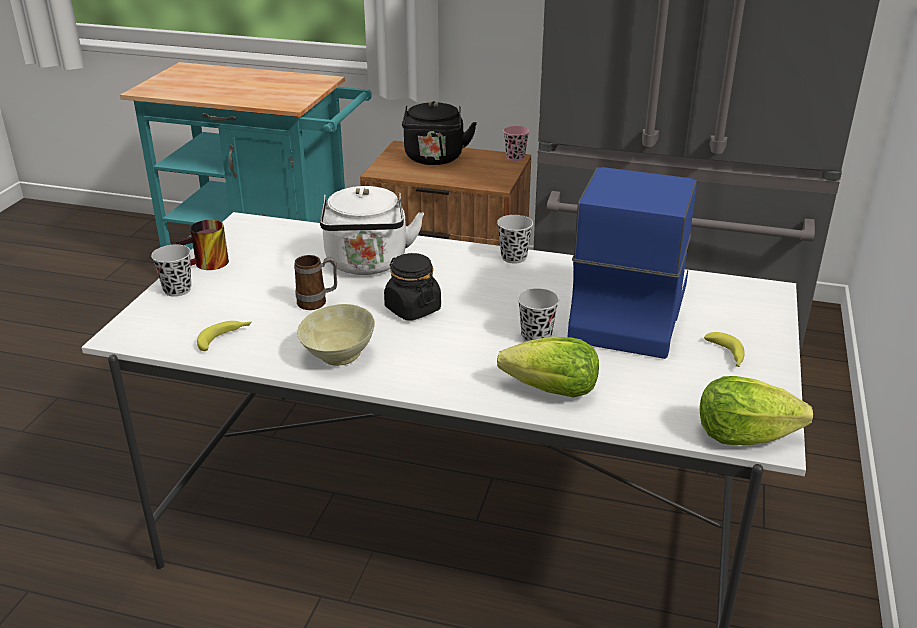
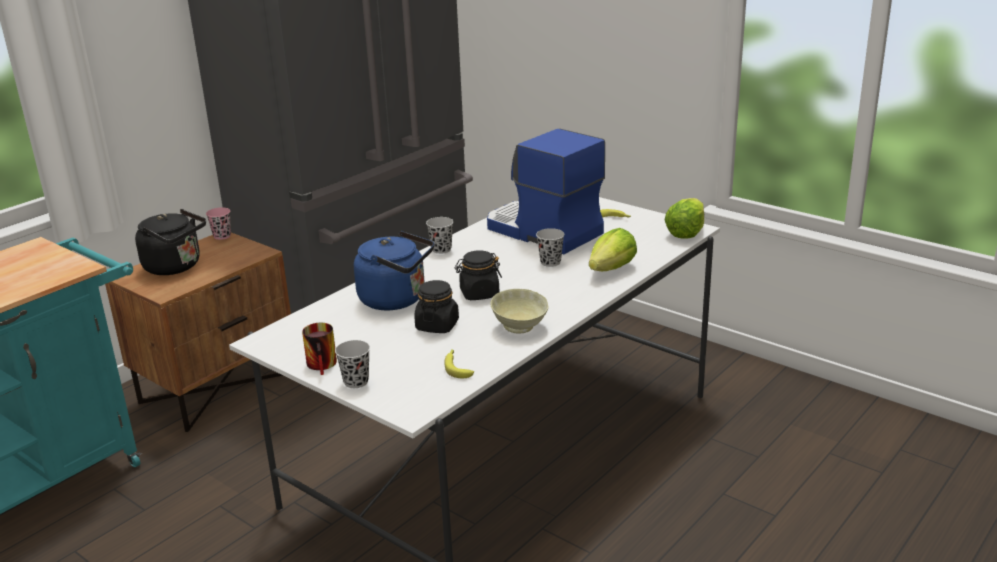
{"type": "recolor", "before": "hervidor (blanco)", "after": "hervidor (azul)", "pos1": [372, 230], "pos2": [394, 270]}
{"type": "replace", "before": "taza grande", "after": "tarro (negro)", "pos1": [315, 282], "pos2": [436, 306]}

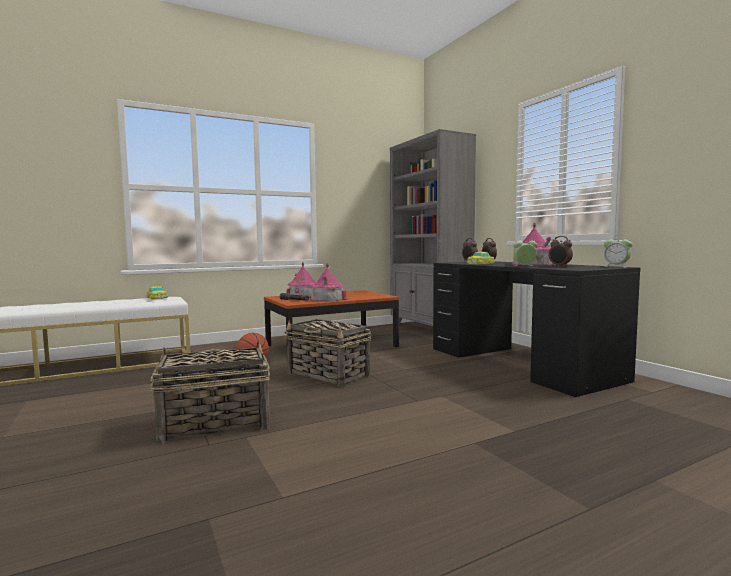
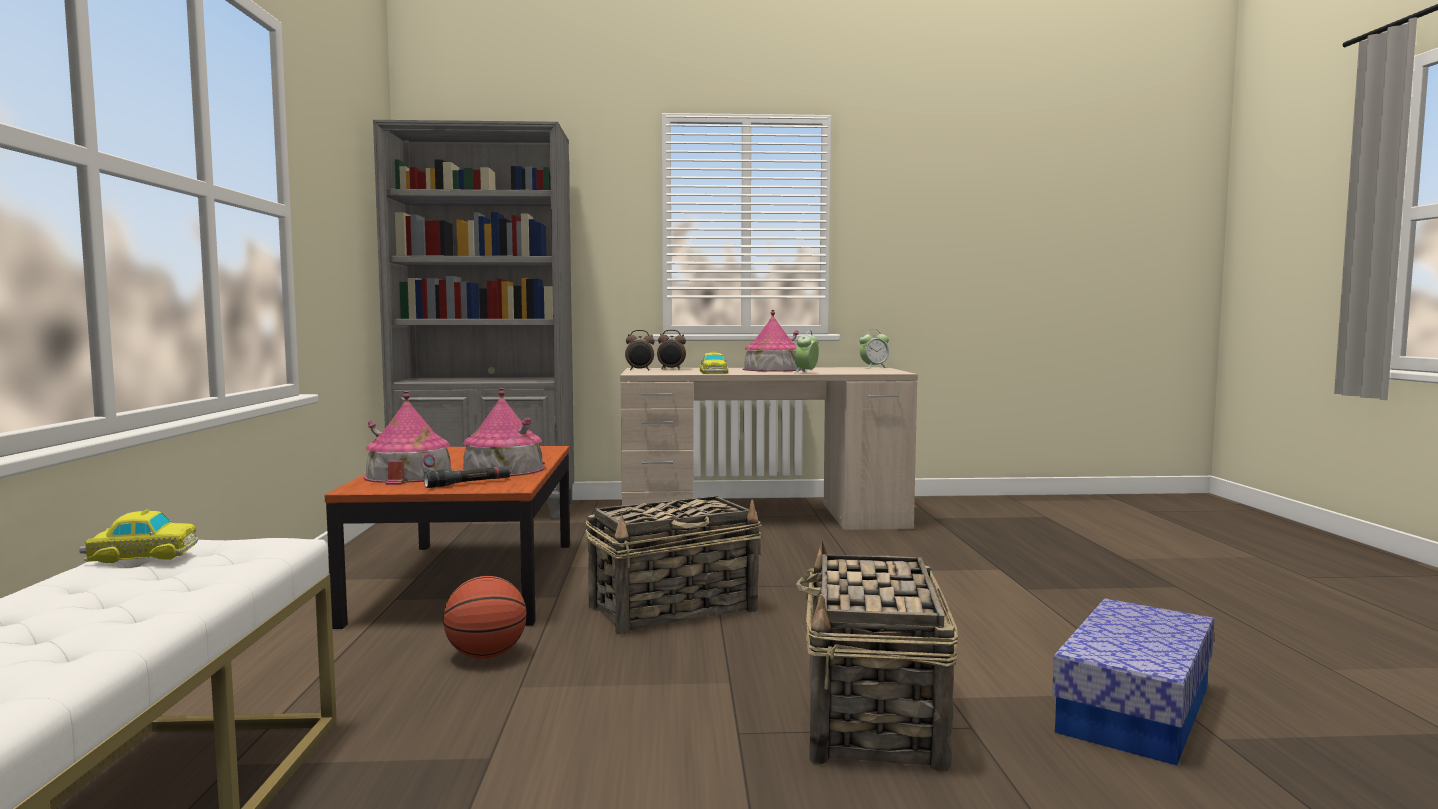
{"type": "recolor", "before": "escritorio (negro)", "after": "escritorio (beis)", "pos1": [536, 329], "pos2": [769, 448]}
{"type": "insert", "after": "caja de almacenaje", "pos2": [1133, 682]}
{"type": "delete", "before": "despertador", "pos1": [561, 251]}

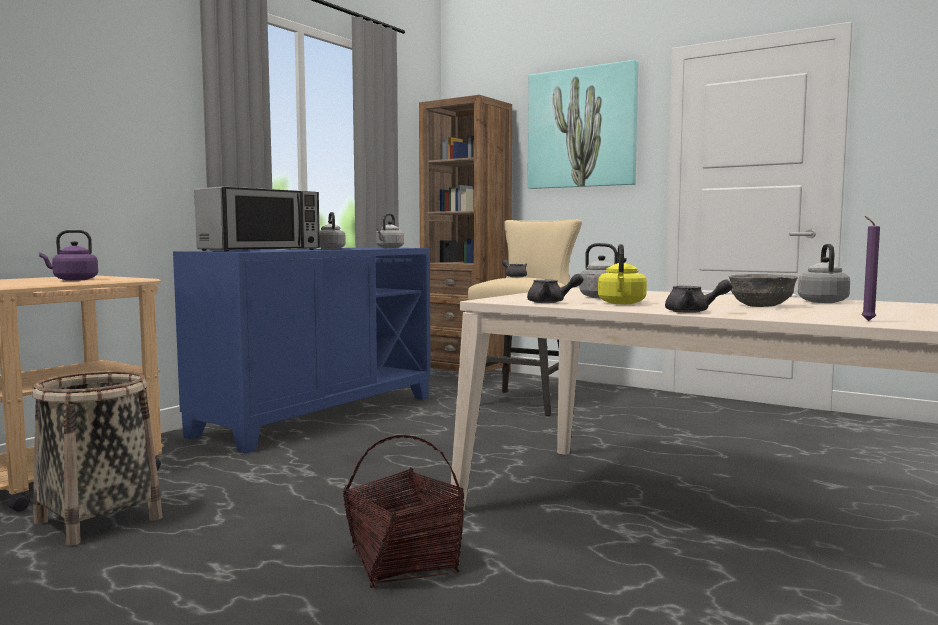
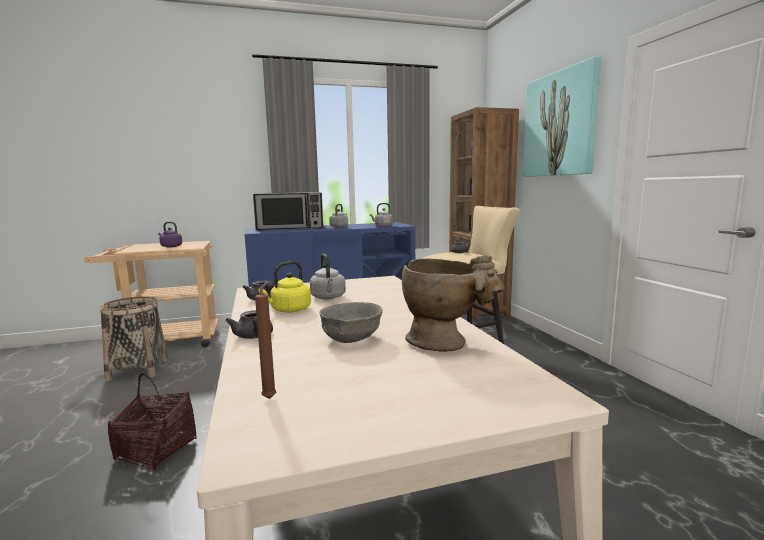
{"type": "recolor", "before": "vela (morado)", "after": "vela (marrón)", "pos1": [871, 268], "pos2": [265, 340]}
{"type": "replace", "before": "hervidor (gris)", "after": "florero (beis)", "pos1": [824, 273], "pos2": [453, 303]}

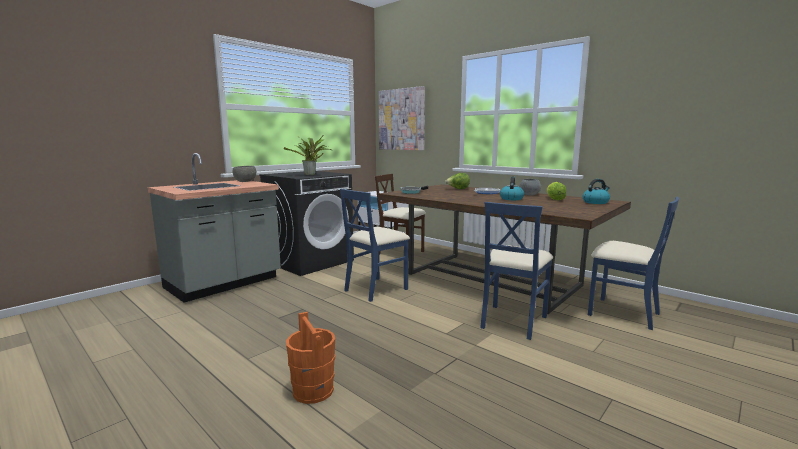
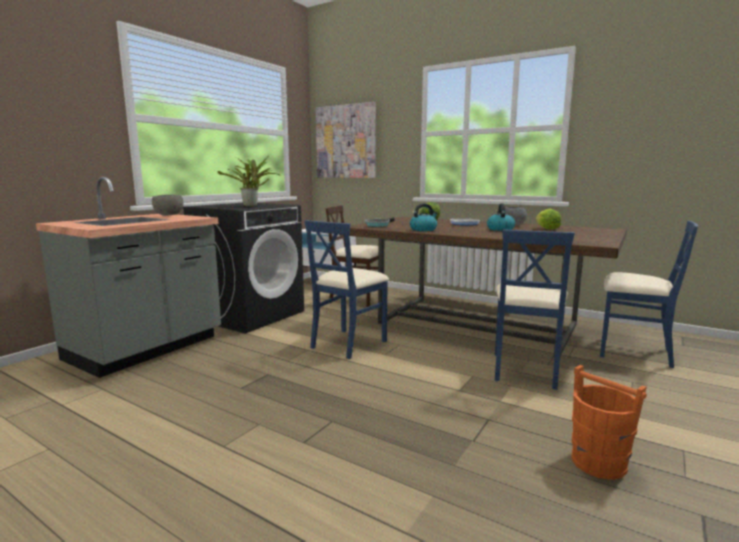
{"type": "move", "before": "hervidor", "pos1": [596, 191], "pos2": [424, 217]}
{"type": "move", "before": "cubo (naranja)", "pos1": [310, 358], "pos2": [609, 422]}

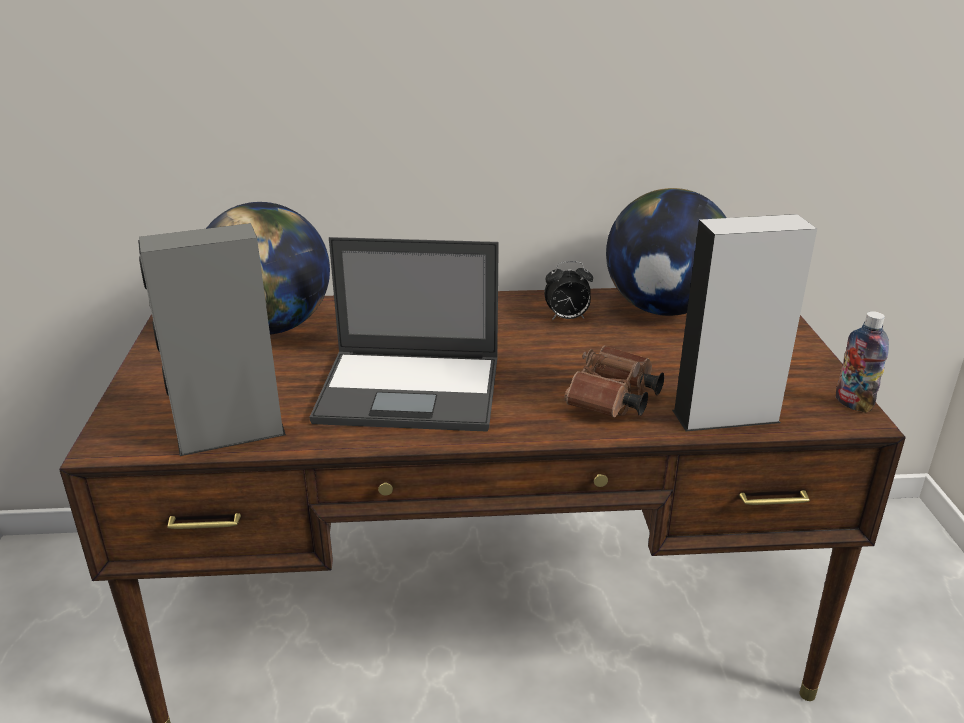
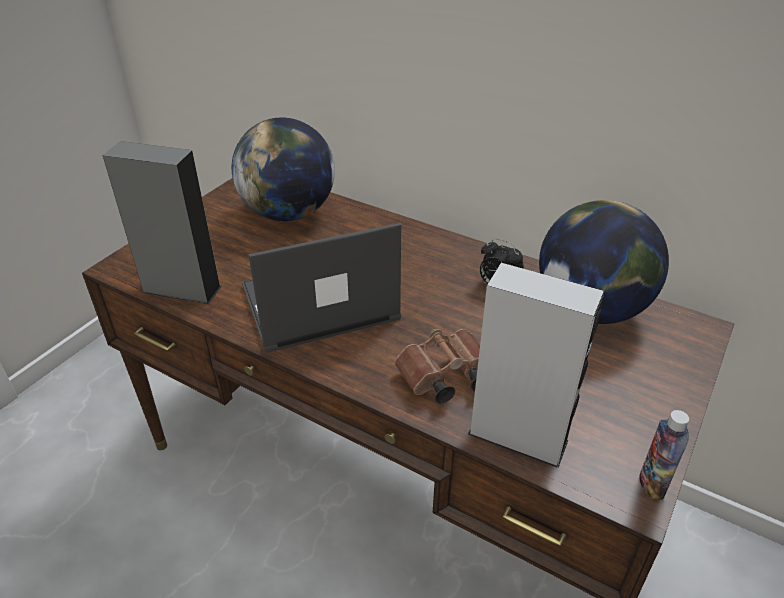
{"type": "rotate", "before": "portátil", "pos1": [404, 334], "pos2": [321, 288], "turn": 120}

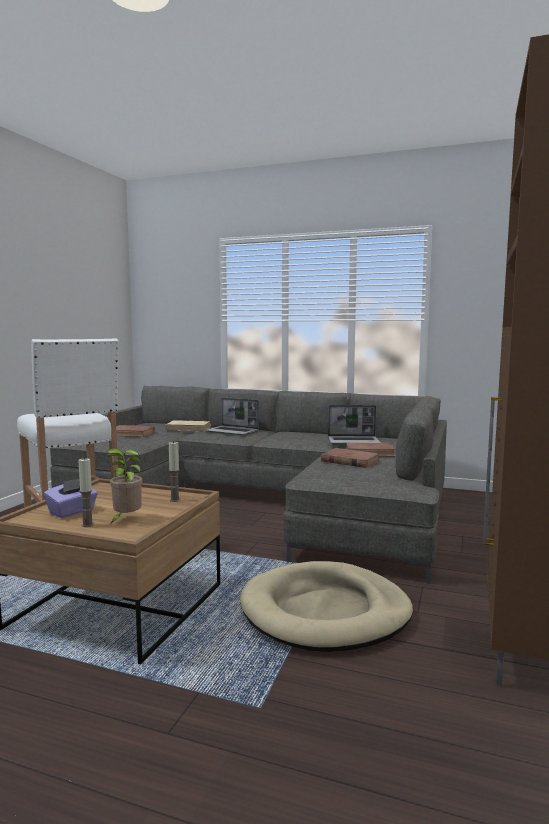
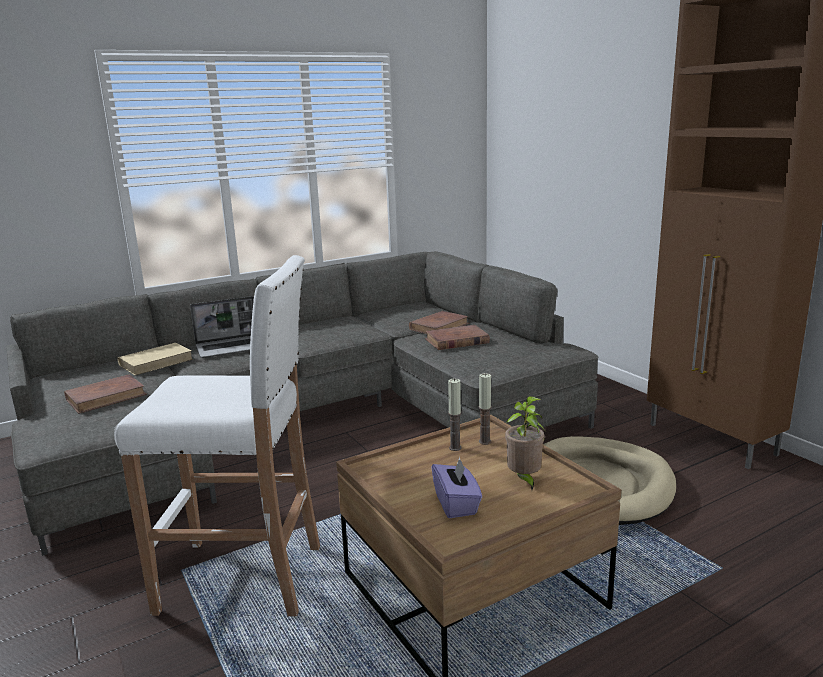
{"type": "move", "before": "vela", "pos1": [86, 492], "pos2": [455, 415]}
{"type": "delete", "before": "portátil", "pos1": [354, 424]}

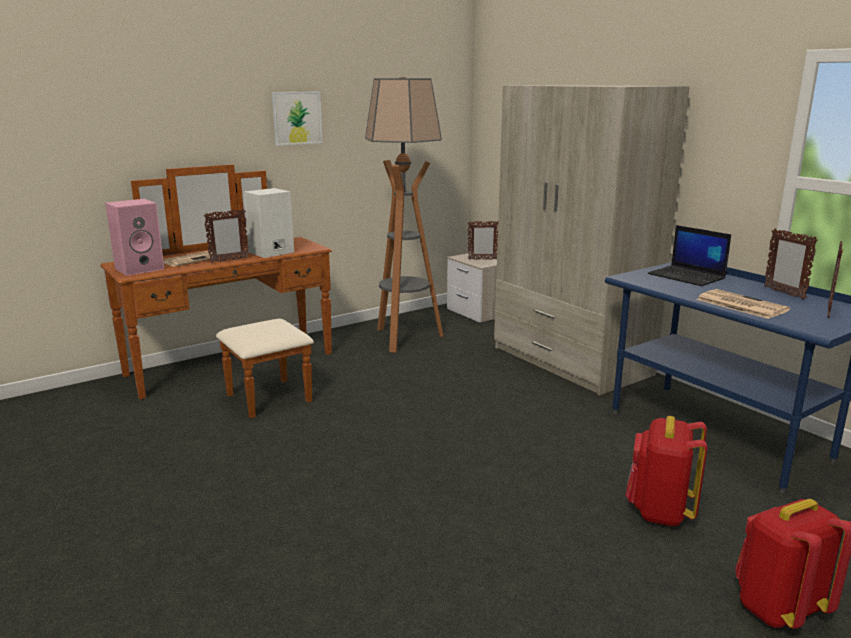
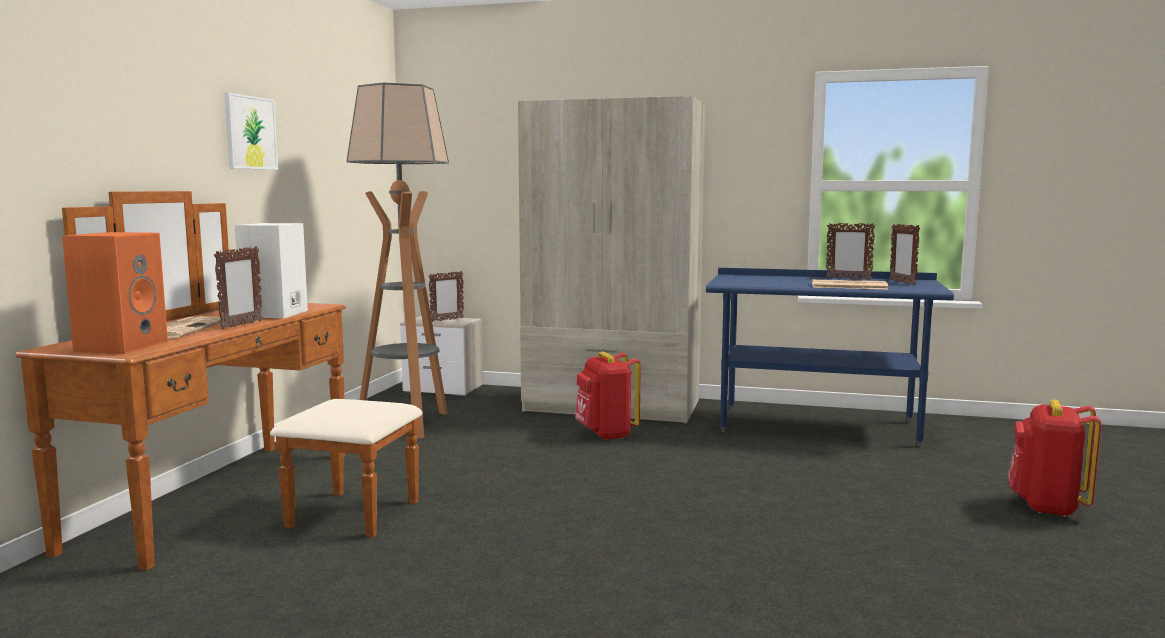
{"type": "recolor", "before": "altavoz (rosa)", "after": "altavoz (naranja)", "pos1": [134, 237], "pos2": [115, 293]}
{"type": "move", "before": "mochila (rojo)", "pos1": [666, 471], "pos2": [608, 396]}
{"type": "delete", "before": "portátil", "pos1": [689, 255]}

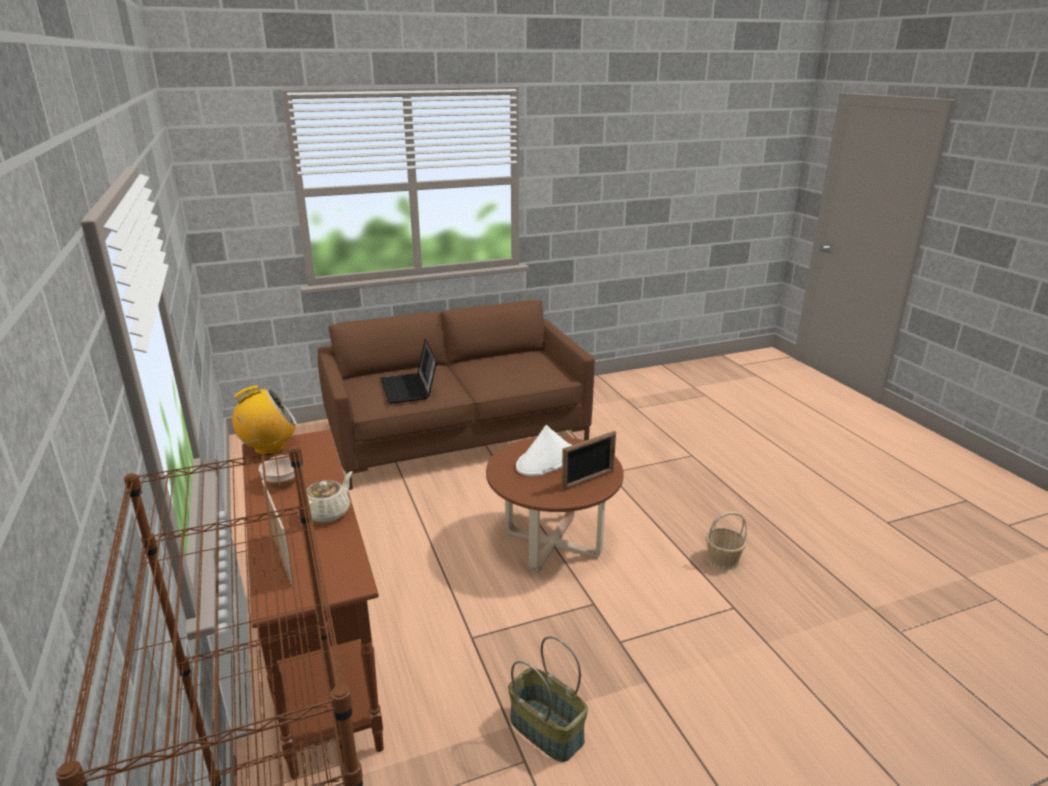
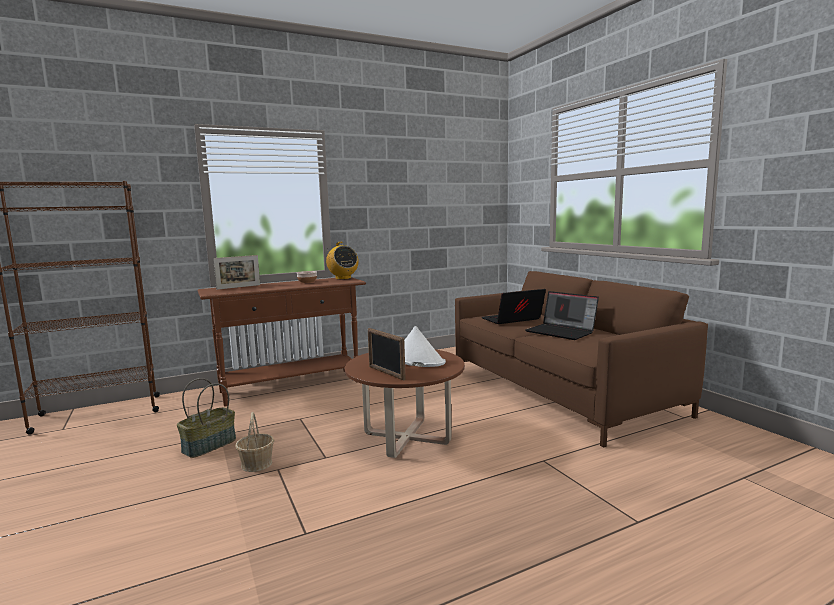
{"type": "move", "before": "cesta", "pos1": [726, 541], "pos2": [254, 442]}
{"type": "insert", "after": "portátil", "pos2": [562, 315]}
{"type": "delete", "before": "tetera (beis)", "pos1": [325, 497]}

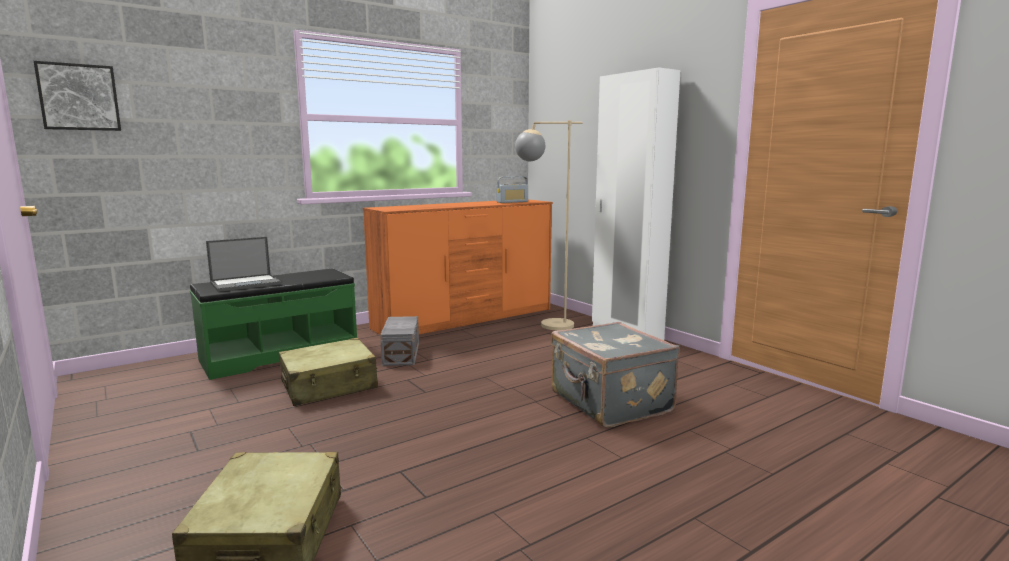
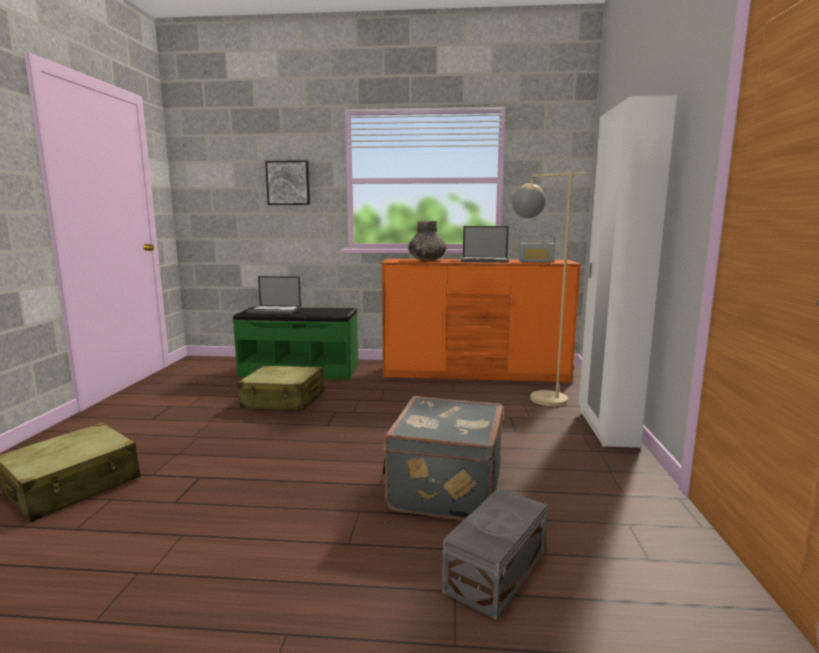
{"type": "move", "before": "cuadro", "pos1": [77, 96], "pos2": [287, 182]}
{"type": "insert", "after": "florero (gris)", "pos2": [427, 240]}
{"type": "move", "before": "caja de almacenaje (gris)", "pos1": [399, 341], "pos2": [494, 554]}
{"type": "insert", "after": "portátil", "pos2": [485, 244]}

